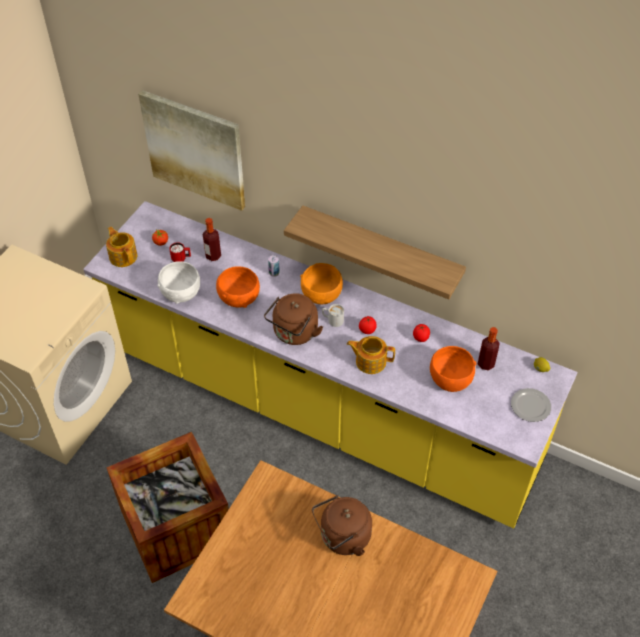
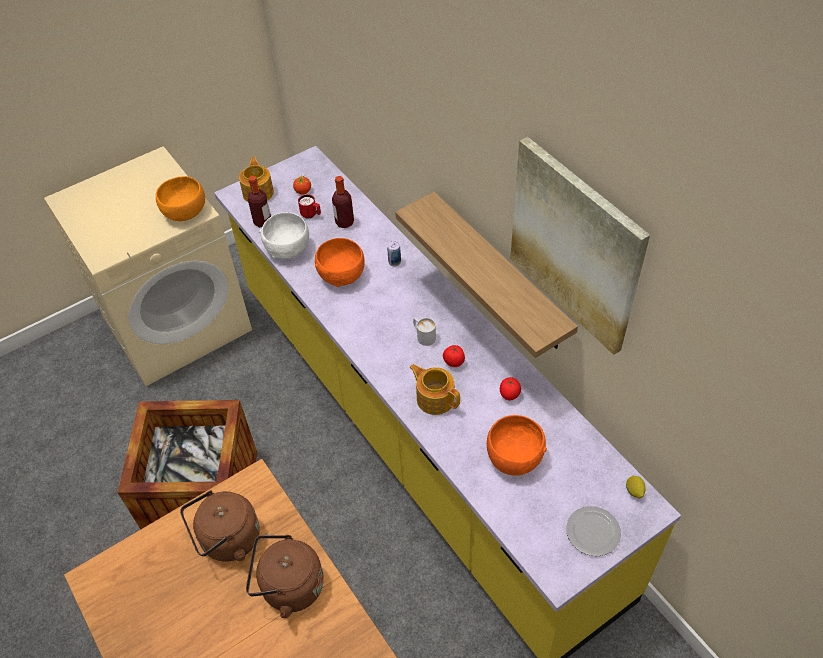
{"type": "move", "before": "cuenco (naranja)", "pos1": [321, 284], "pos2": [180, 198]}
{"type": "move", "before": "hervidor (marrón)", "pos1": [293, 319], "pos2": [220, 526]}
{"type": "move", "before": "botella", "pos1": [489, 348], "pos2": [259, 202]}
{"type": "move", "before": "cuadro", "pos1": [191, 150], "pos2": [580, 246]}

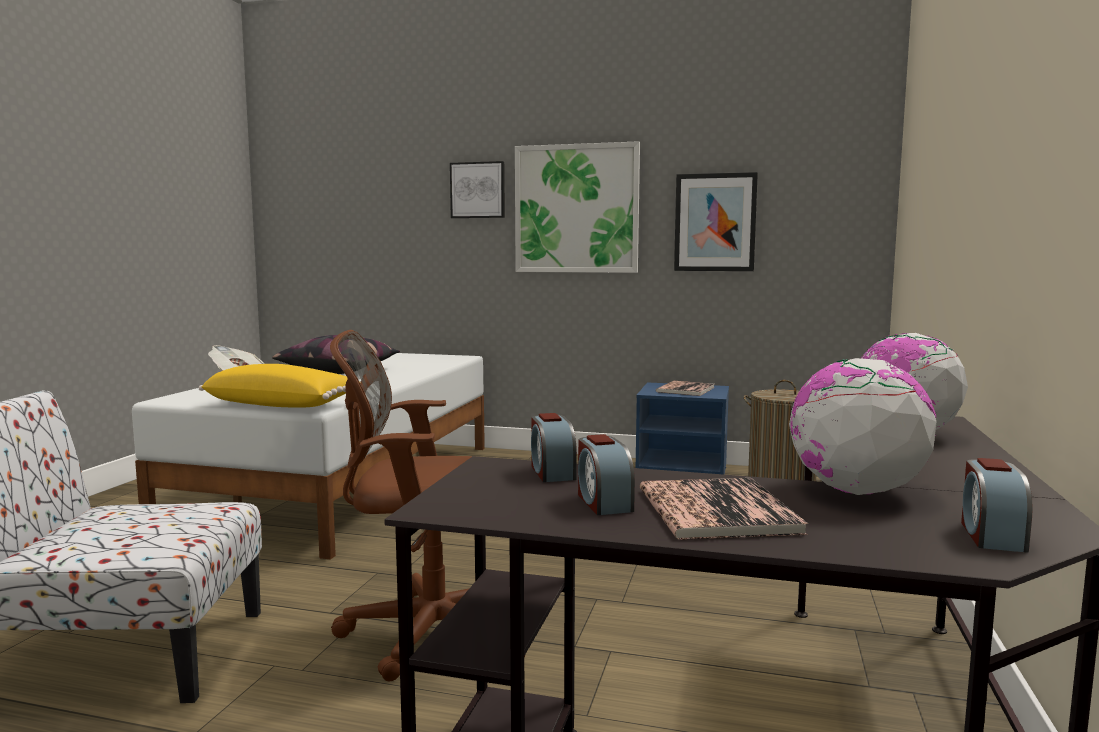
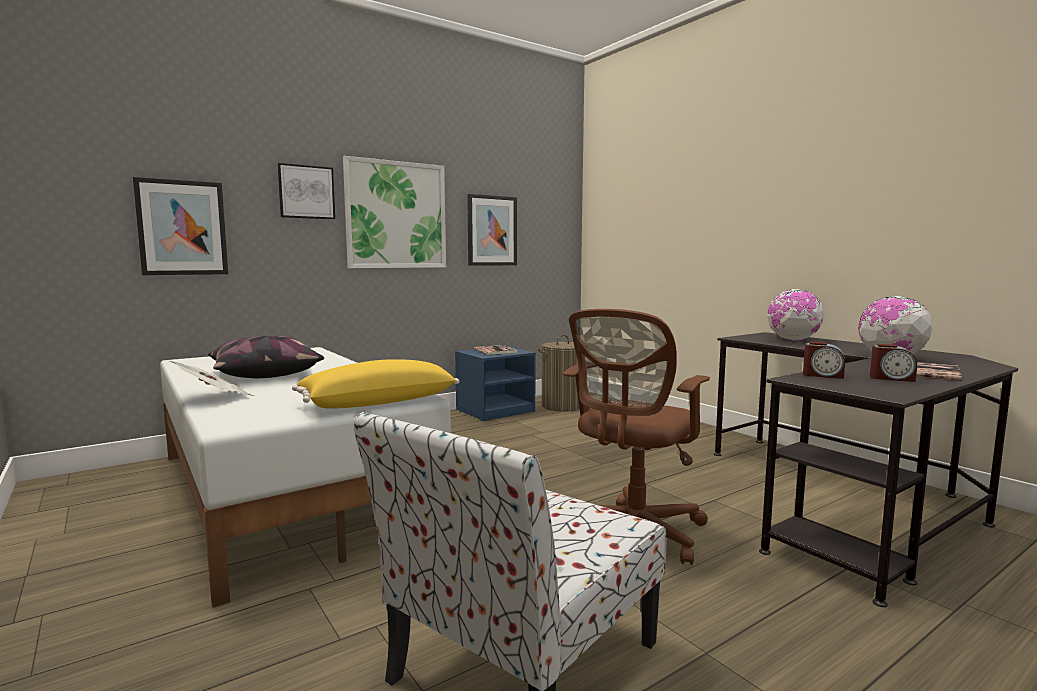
{"type": "insert", "after": "cuadro", "pos2": [180, 226]}
{"type": "delete", "before": "despertador", "pos1": [997, 505]}

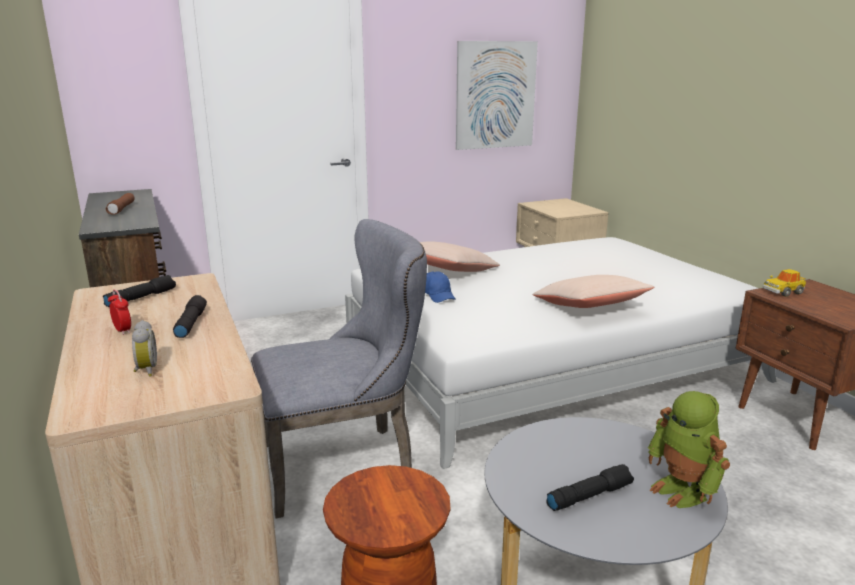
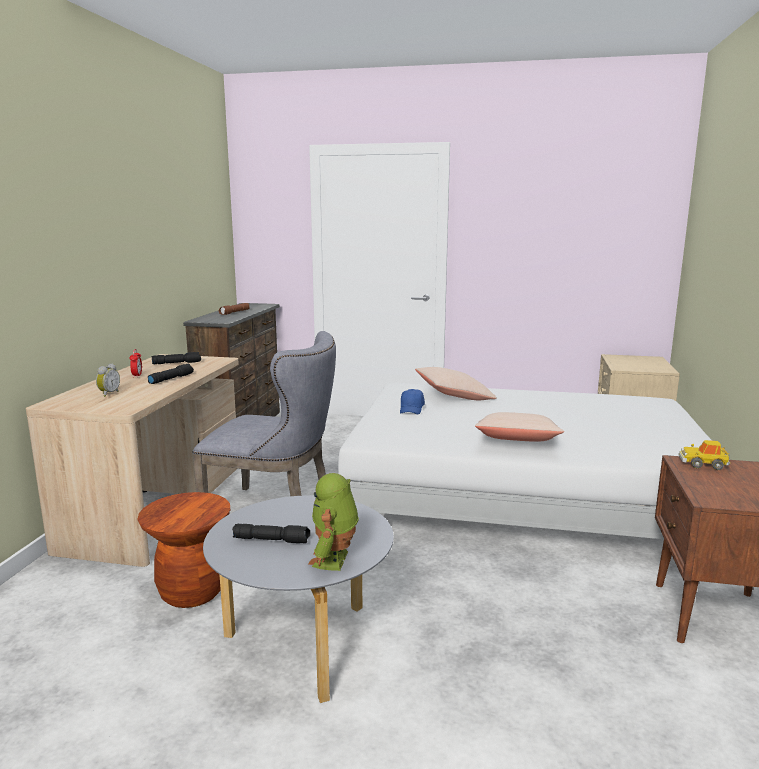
{"type": "delete", "before": "cuadro", "pos1": [497, 95]}

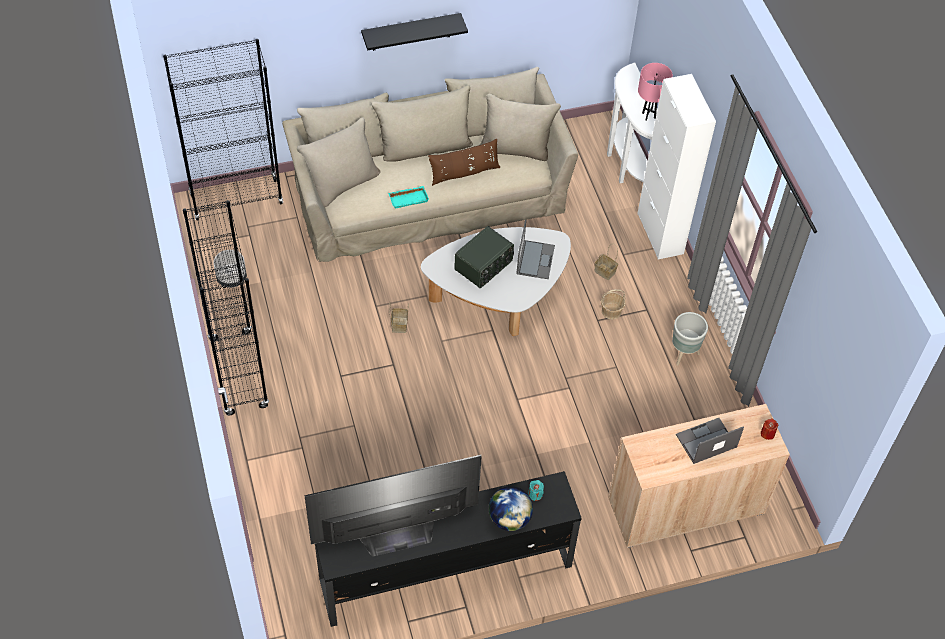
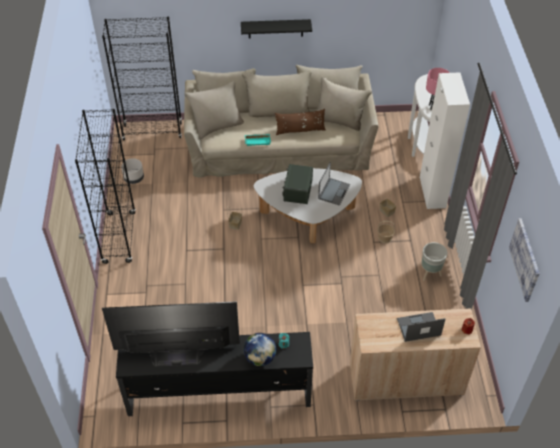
{"type": "rotate", "before": "radio", "pos1": [484, 257], "pos2": [298, 184], "turn": 135}
{"type": "insert", "after": "cuadro", "pos2": [524, 260]}

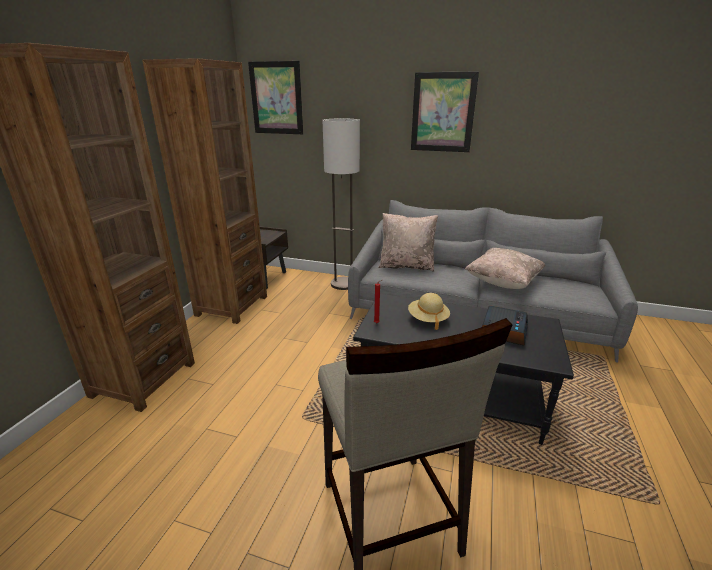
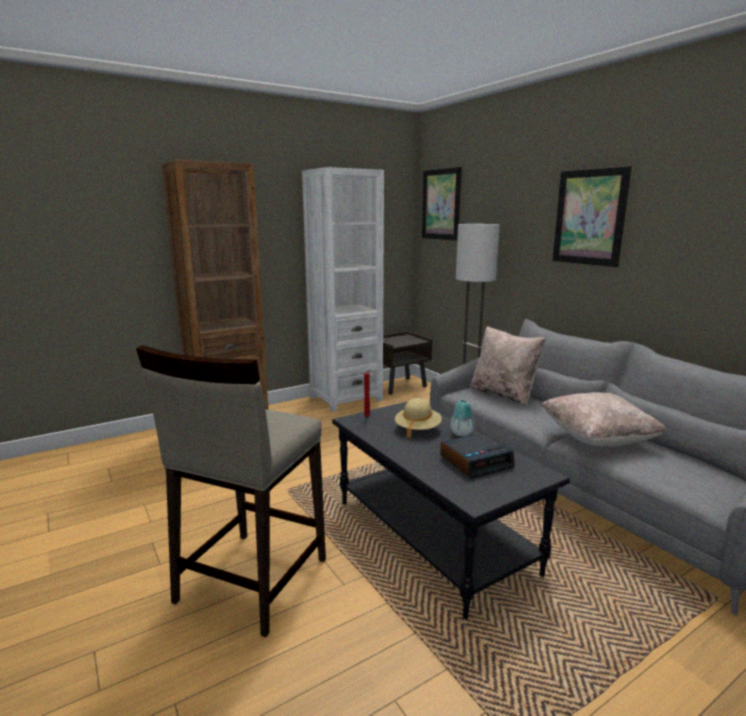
{"type": "recolor", "before": "estantería (marrón)", "after": "estantería (blanco)", "pos1": [204, 191], "pos2": [343, 289]}
{"type": "insert", "after": "florero", "pos2": [462, 418]}

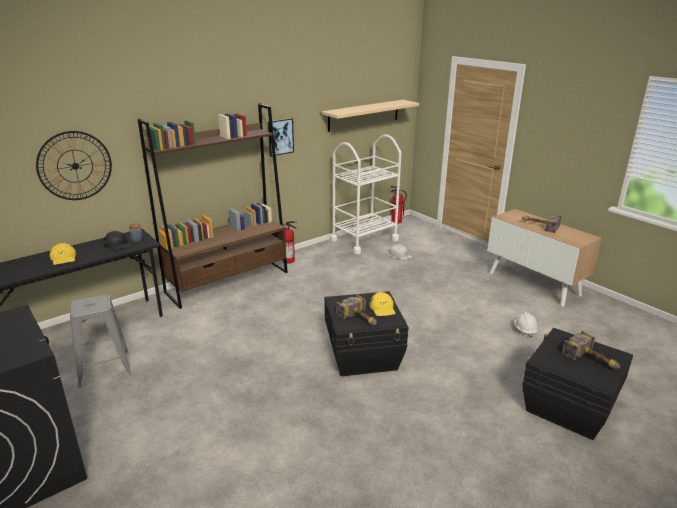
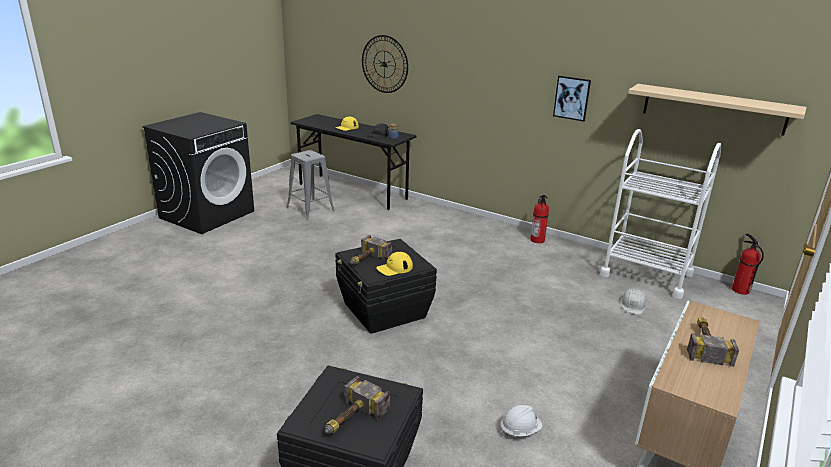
{"type": "delete", "before": "estantería (marrón)", "pos1": [213, 206]}

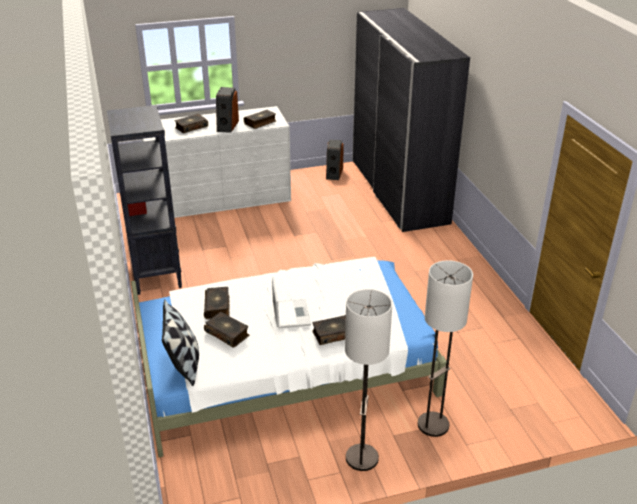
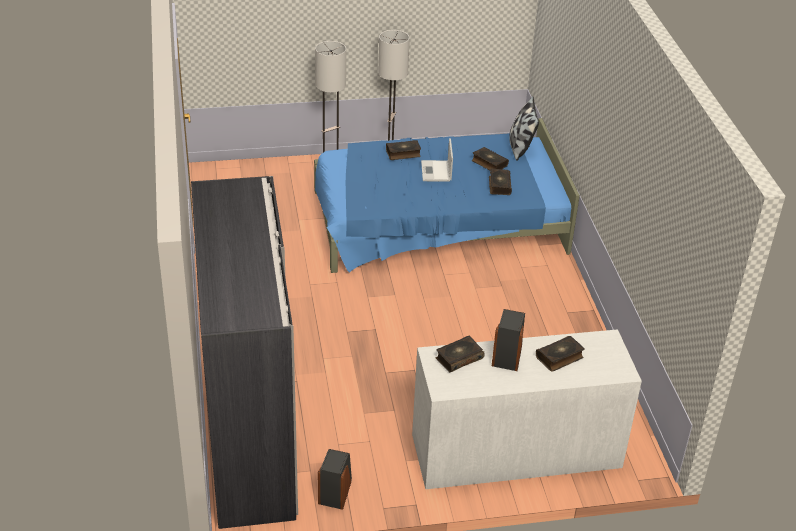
{"type": "recolor", "before": "cama (blanco)", "after": "cama (azul)", "pos1": [288, 357], "pos2": [447, 195]}
{"type": "delete", "before": "estantería (negro)", "pos1": [144, 200]}

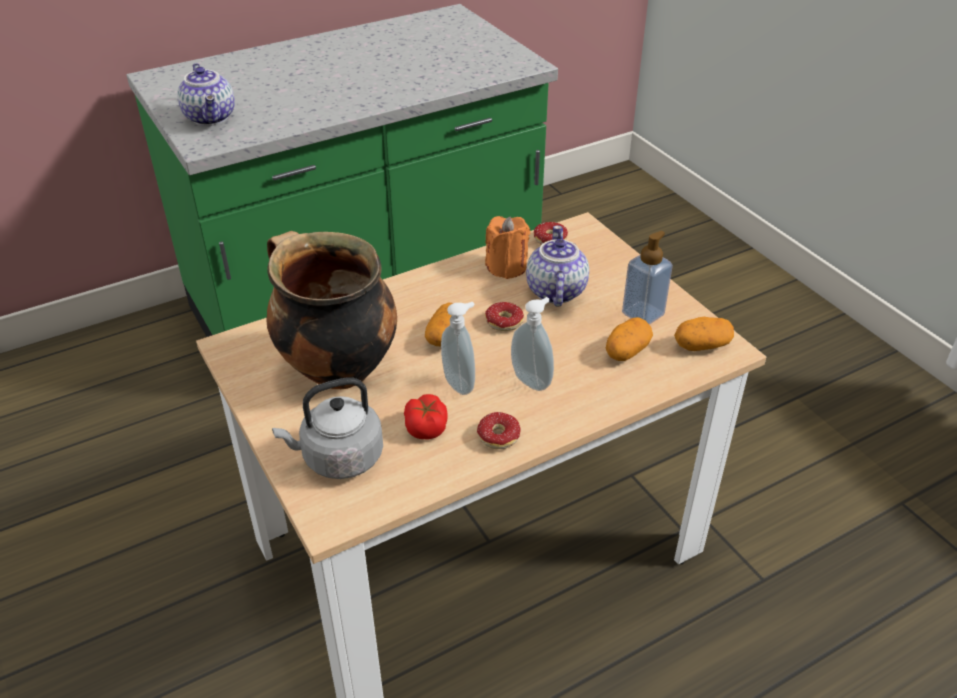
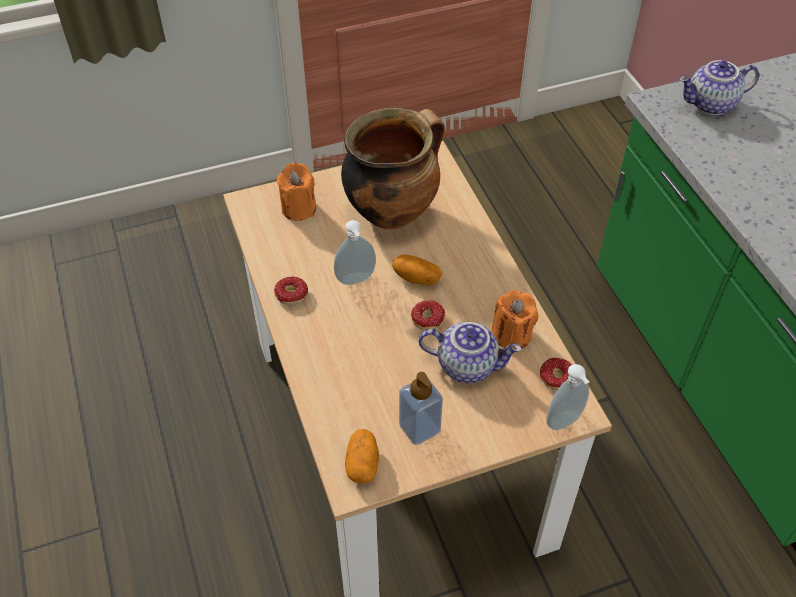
{"type": "replace", "before": "hervidor (gris)", "after": "vela (naranja)", "pos1": [327, 428], "pos2": [296, 192]}
{"type": "move", "before": "dispensador de jabón", "pos1": [532, 344], "pos2": [568, 397]}
{"type": "delete", "before": "tomate", "pos1": [426, 416]}
{"type": "delete", "before": "patata", "pos1": [629, 339]}

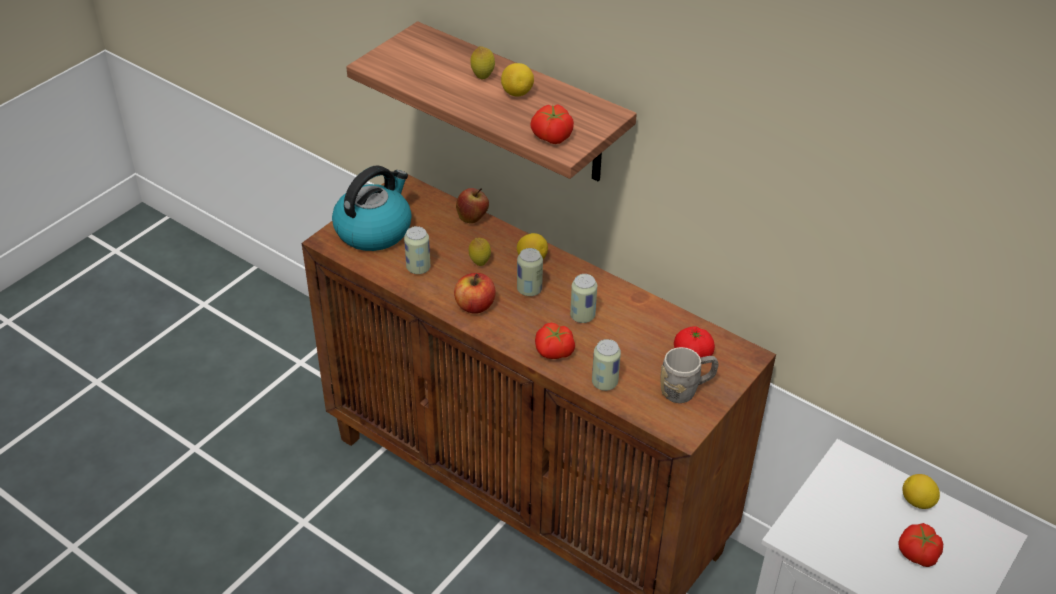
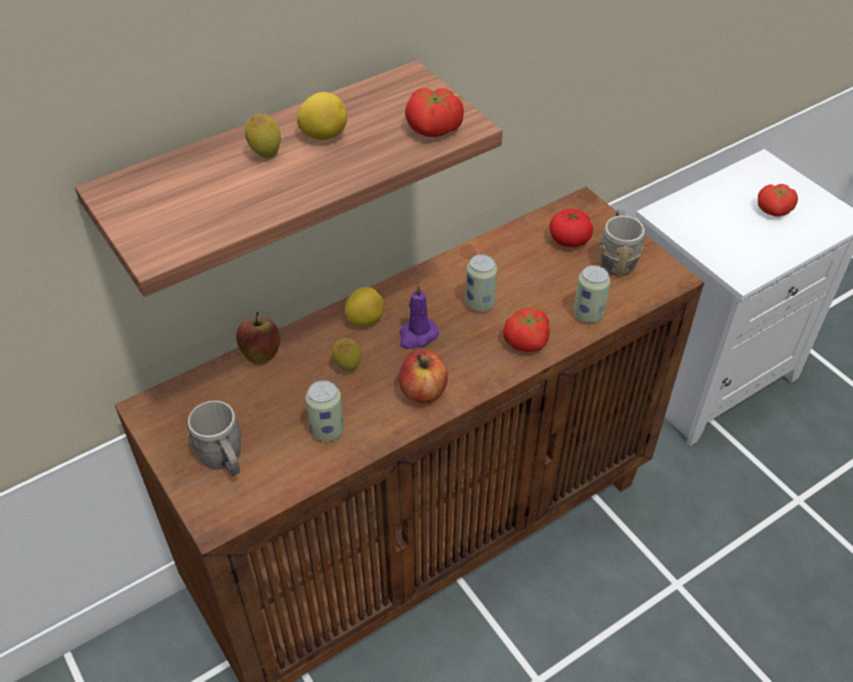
{"type": "replace", "before": "hervidor", "after": "taza grande (gris)", "pos1": [372, 208], "pos2": [214, 438]}
{"type": "replace", "before": "lata", "after": "vela (morado)", "pos1": [530, 272], "pos2": [419, 316]}
{"type": "delete", "before": "limón", "pos1": [921, 491]}

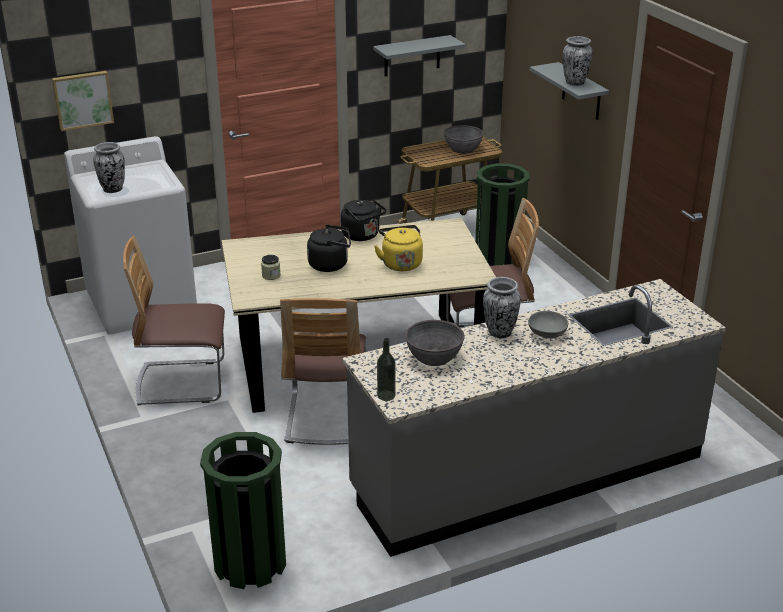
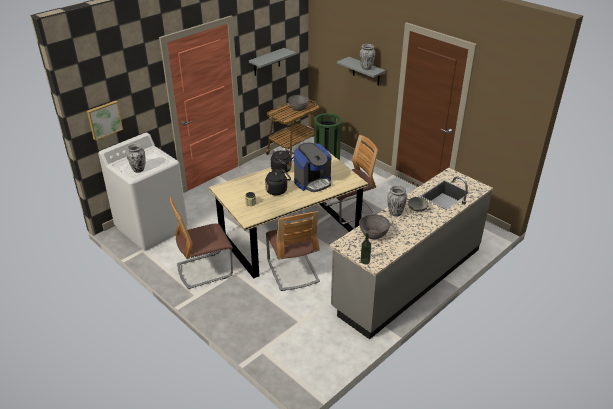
{"type": "replace", "before": "hervidor (amarillo)", "after": "cafetera", "pos1": [398, 248], "pos2": [313, 167]}
{"type": "delete", "before": "papelera (verde)", "pos1": [243, 510]}

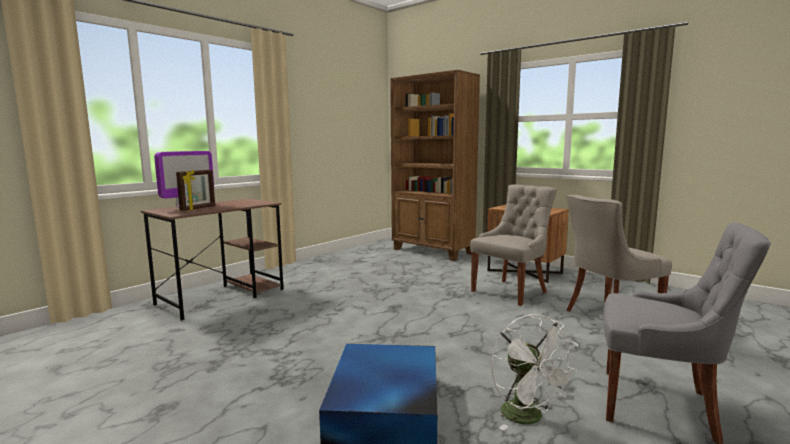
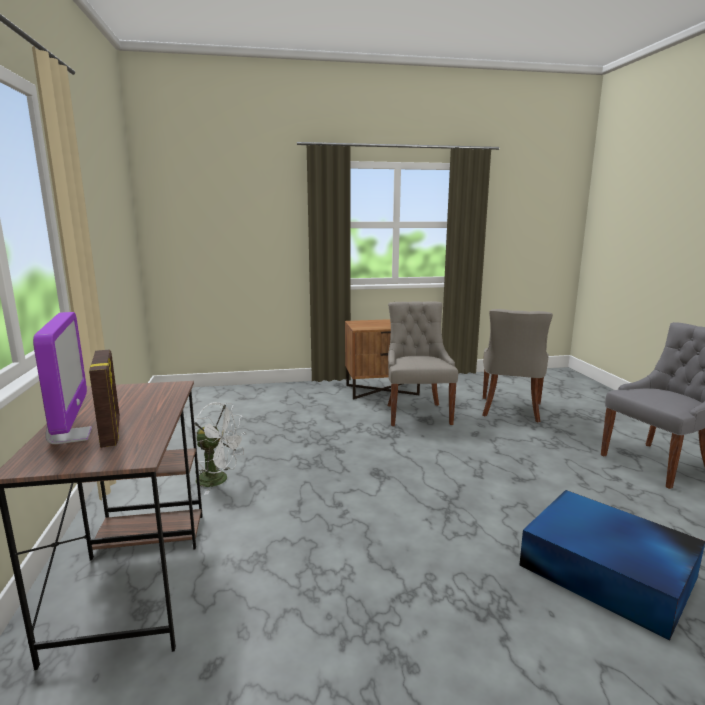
{"type": "move", "before": "ventilador (blanco)", "pos1": [535, 372], "pos2": [220, 448]}
{"type": "delete", "before": "estantería (marrón)", "pos1": [435, 165]}

